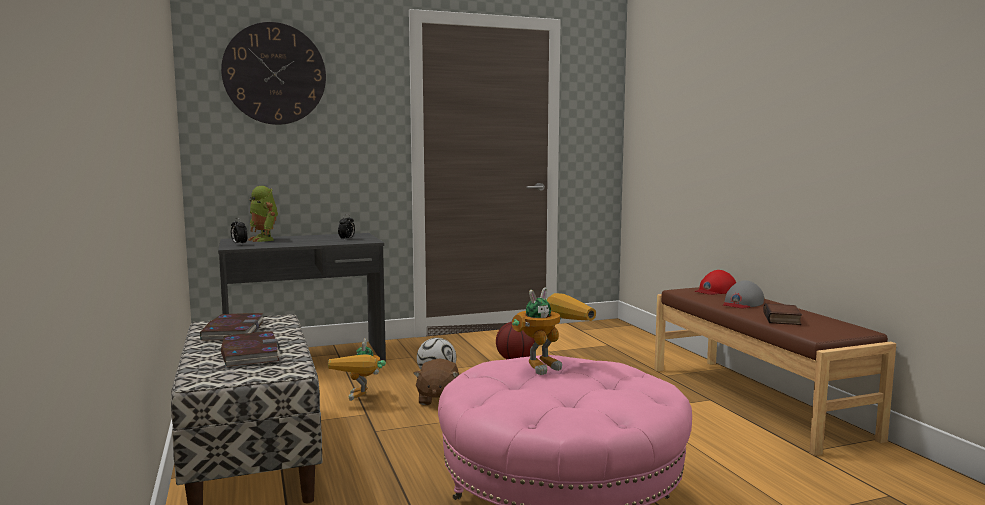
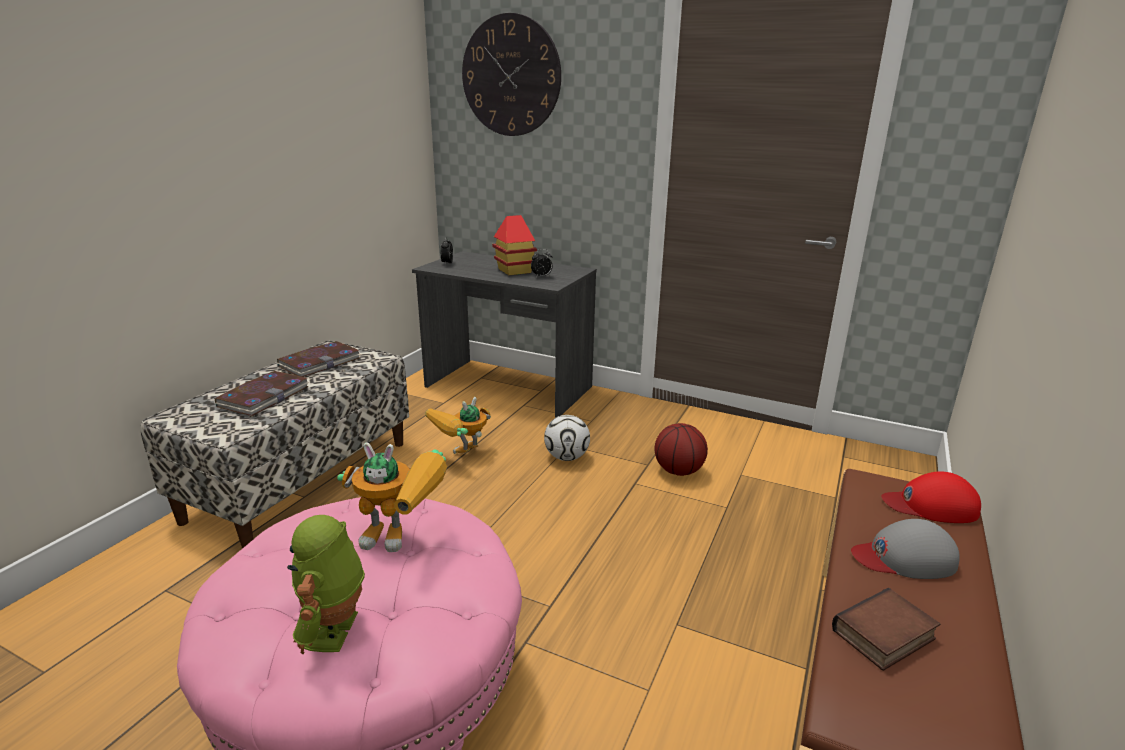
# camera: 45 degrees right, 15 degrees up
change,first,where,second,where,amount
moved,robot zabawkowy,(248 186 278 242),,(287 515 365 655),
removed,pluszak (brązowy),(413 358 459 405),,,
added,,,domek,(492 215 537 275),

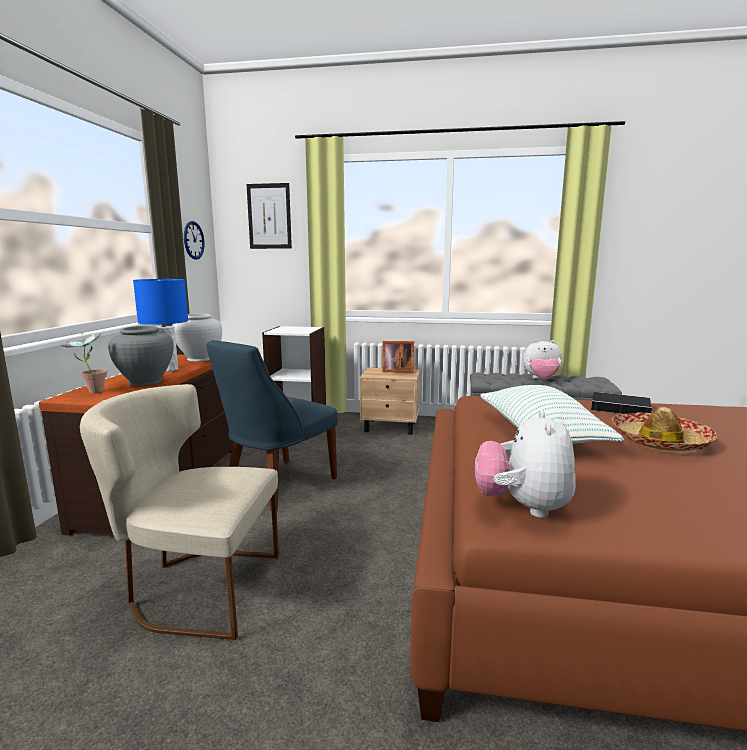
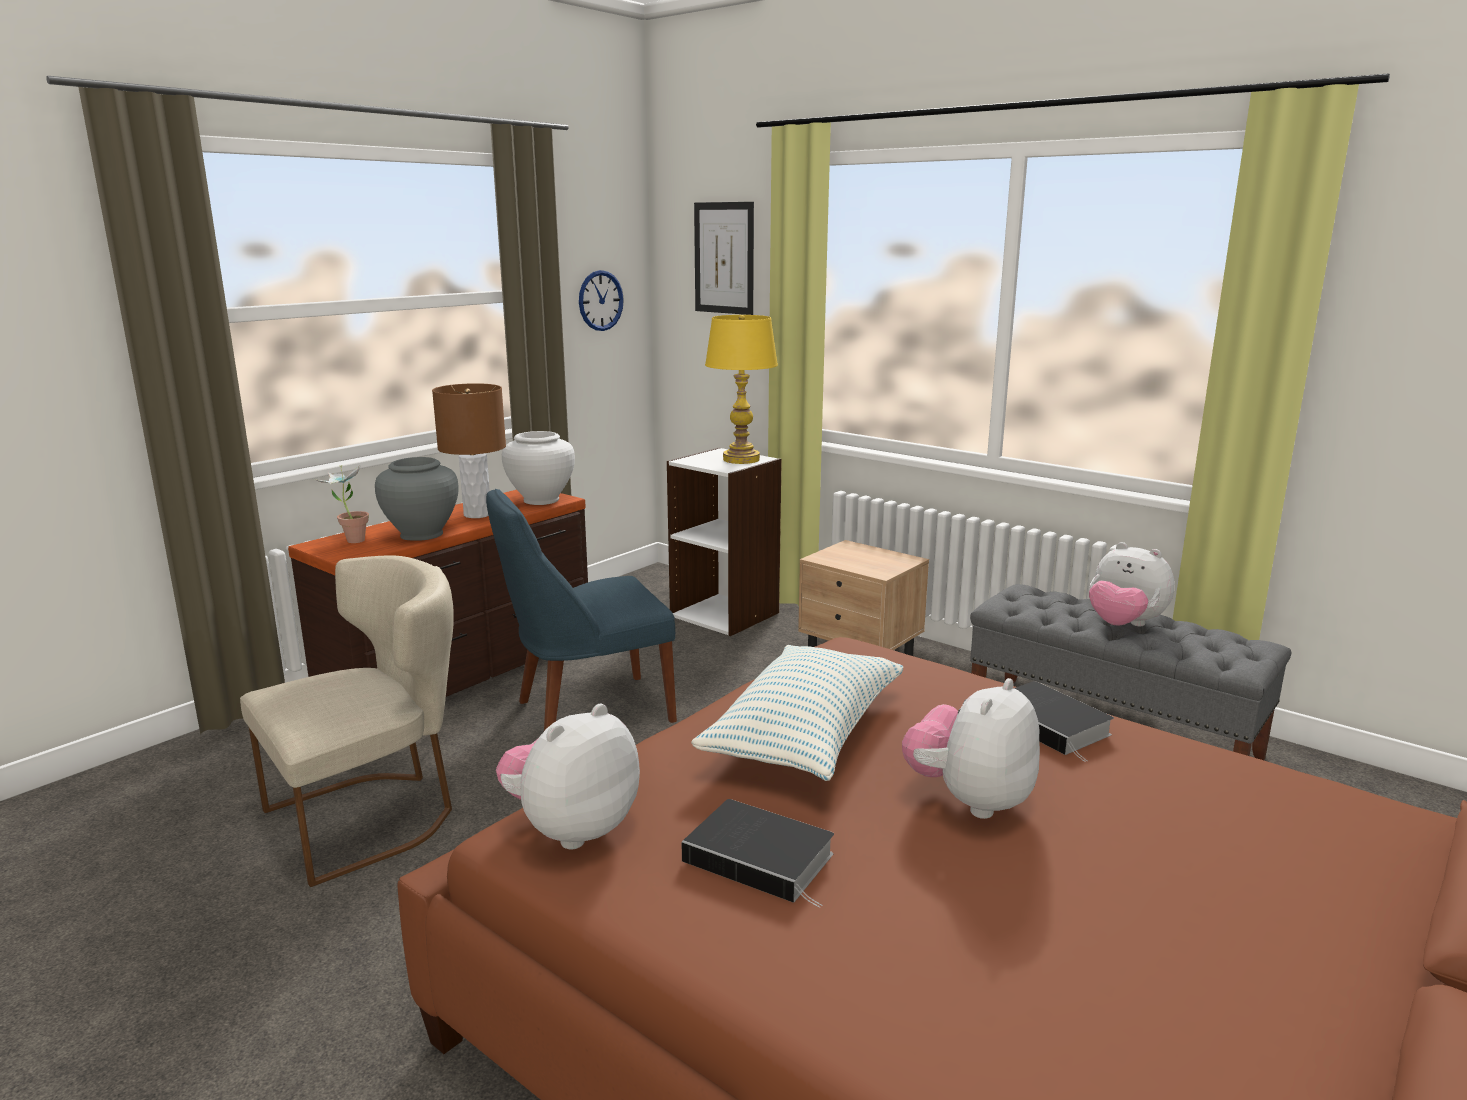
# camera: 30 degrees right, 5 degrees up
change,first,where,second,where,amount
recoloured,lampa stołowa (niebieski),(133 279 188 372),lampa stołowa (brązowy),(432 383 506 518),
removed,ramka na zdjęcie,(382 341 414 373),,,
turned,krzesło (beżowy),(80 384 279 640),,(240 555 454 887),105 degrees clockwise
replaced,kapelusz,(612 407 718 451),pluszak,(902 678 1040 819),
added,,,lampa stołowa (żółty),(705 315 778 464),
added,,,książka,(681 799 834 907),

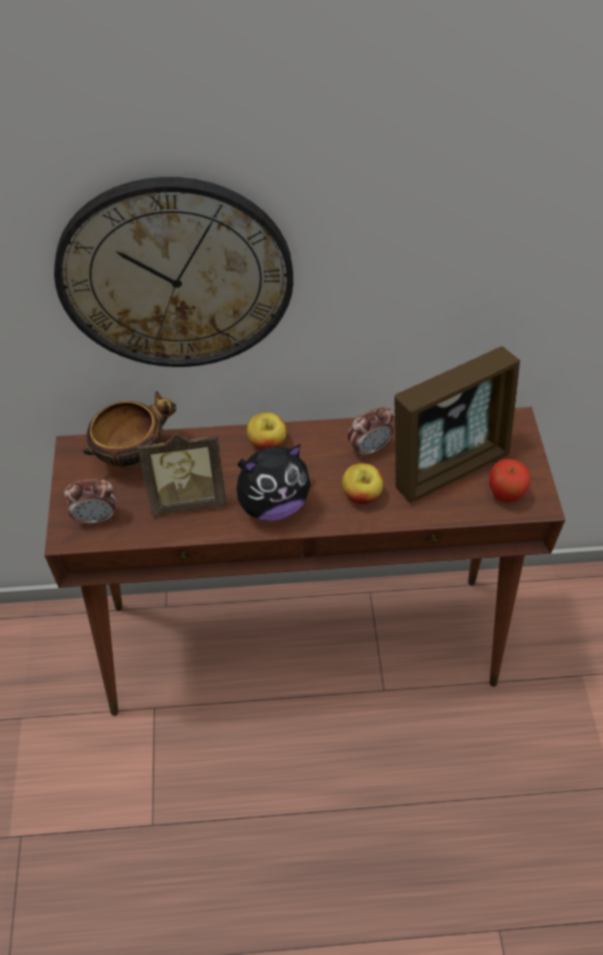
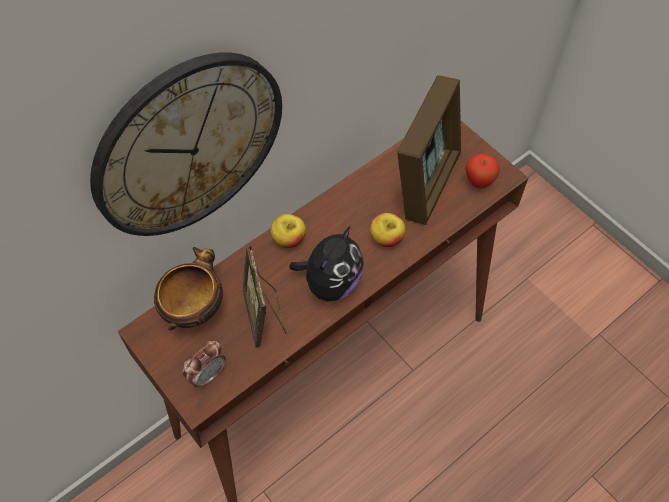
# camera: 35 degrees left, 5 degrees up
change,first,where,second,where,amount
removed,budzik,(348 407 394 458),,,
turned,ramka na zdjęcie,(137 434 226 515),,(242 245 287 347),120 degrees clockwise

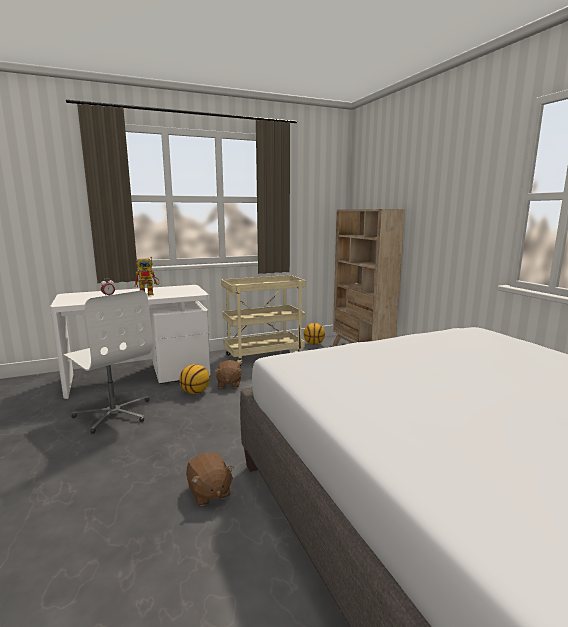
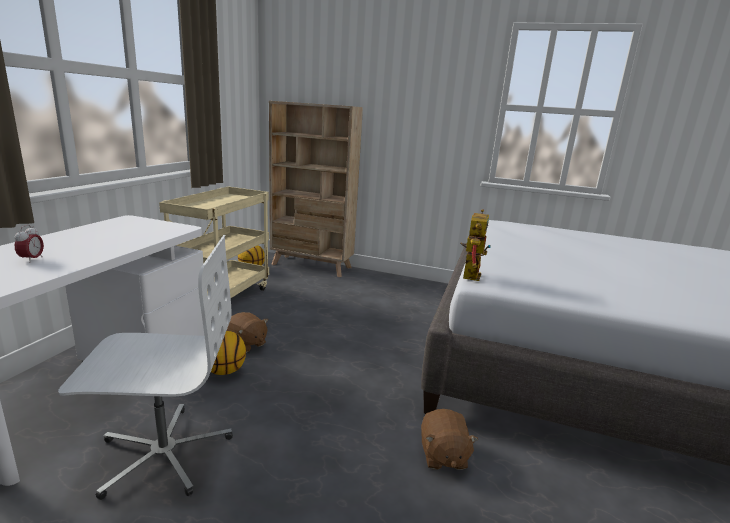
# camera: 50 degrees left, 5 degrees up
change,first,where,second,where,amount
moved,robot zabawkowy,(134 257 159 295),,(460 209 491 281),
turned,pluszak (brązowy),(186 453 234 506),,(421 409 478 470),75 degrees clockwise

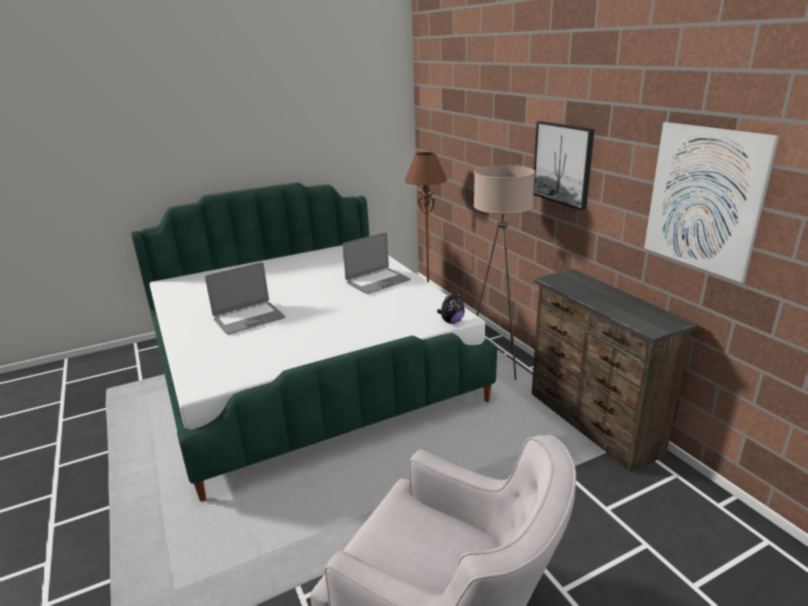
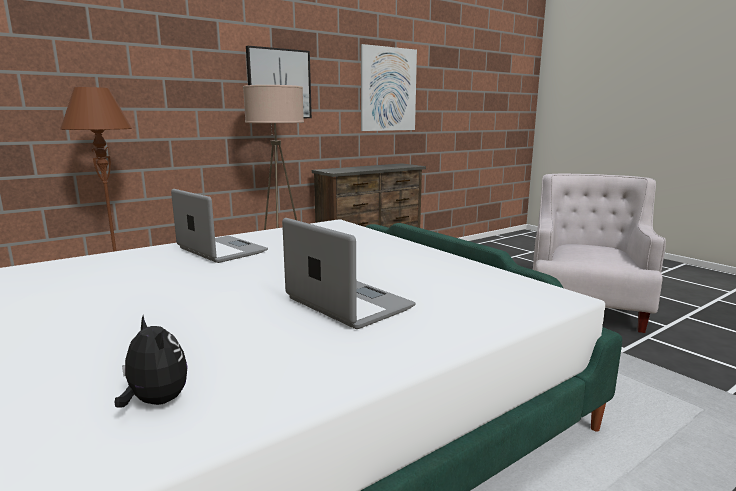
# camera: 100 degrees left, 10 degrees down
change,first,where,second,where,amount
moved,pluszak,(437 291 465 324),,(114 316 188 408),

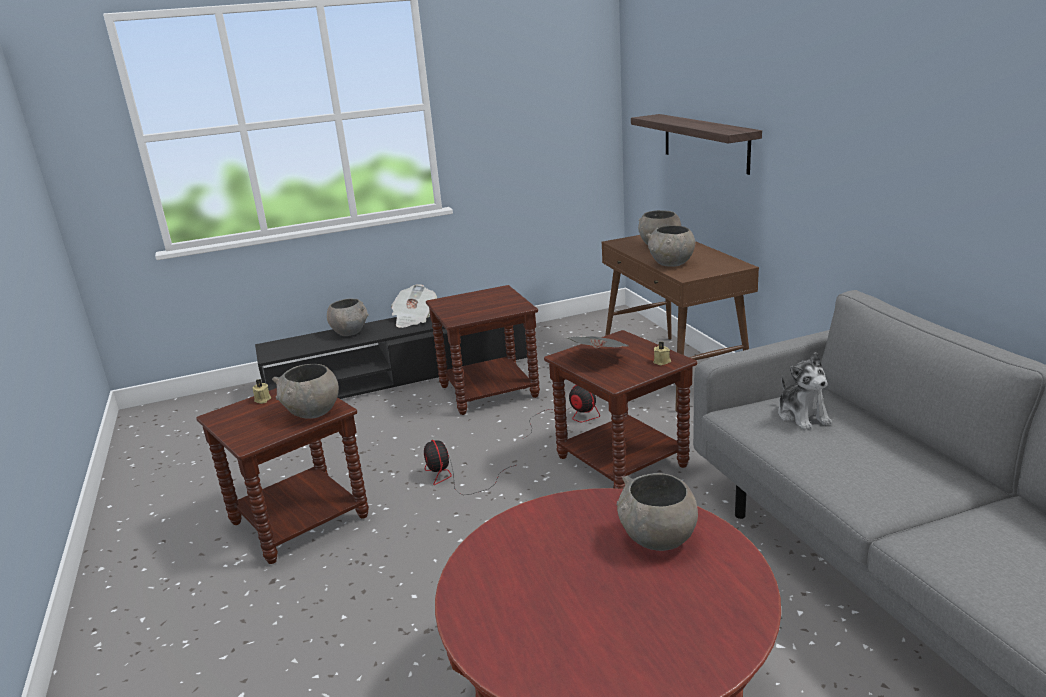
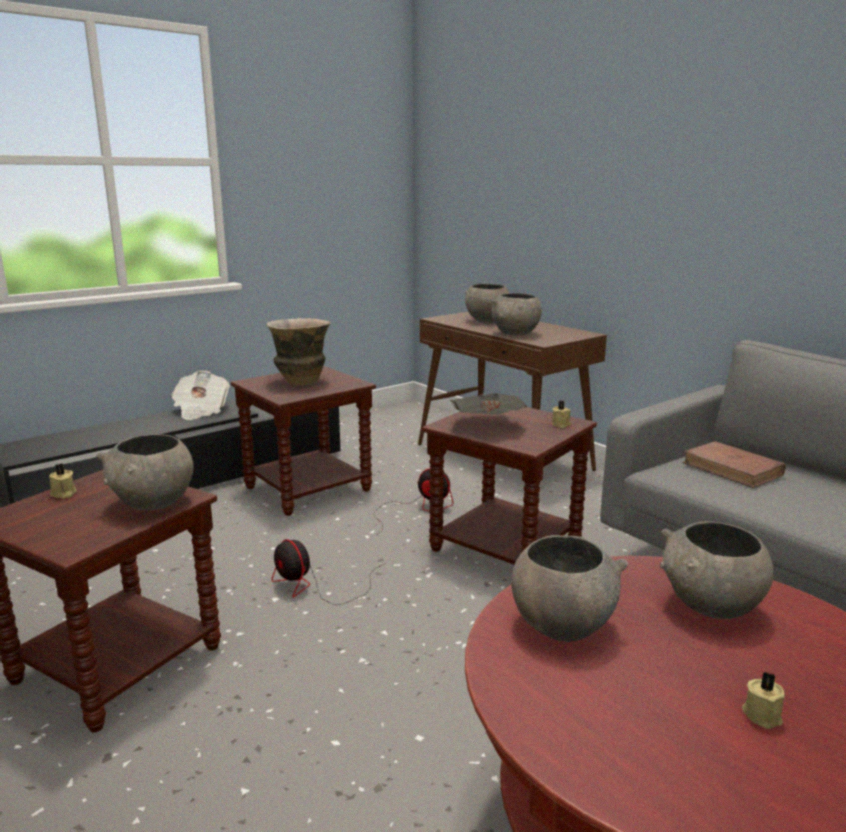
# camera: 20 degrees left, 5 degrees down
change,first,where,second,where,amount
removed,półka,(631 114 762 175),,,
moved,miska (szary),(327 298 369 336),,(511 535 628 642),
replaced,pluszak,(778 352 832 430),książka (brązowy),(682 441 786 488),
added,,,wazon,(266 318 331 385),
added,,,świeca (beżowy),(742 671 785 729),

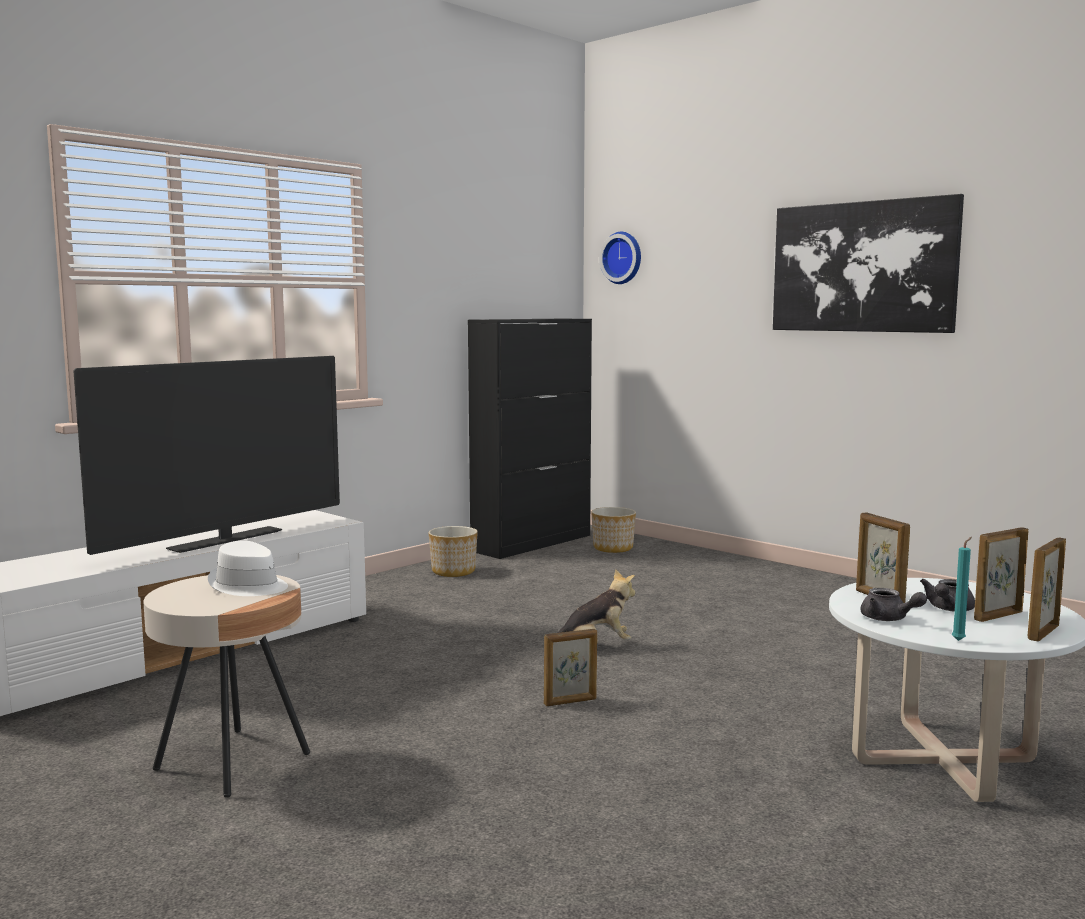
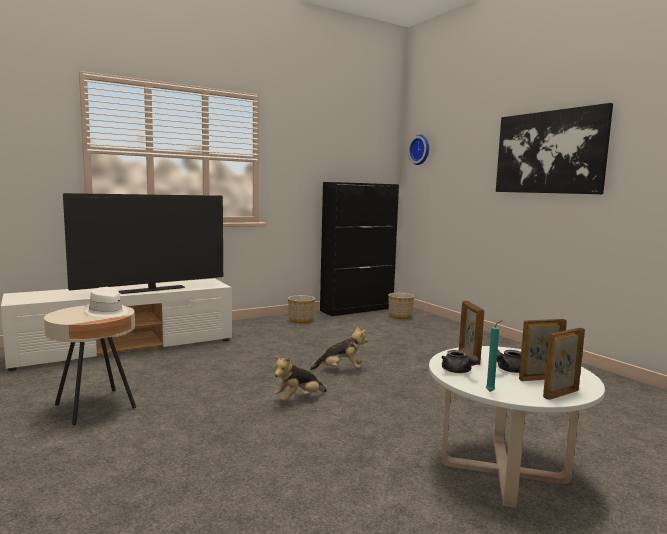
# camera: 15 degrees right, 0 degrees up
change,first,where,second,where,amount
replaced,ramka na zdjęcie,(544 629 597 706),pluszak,(274 356 327 401),

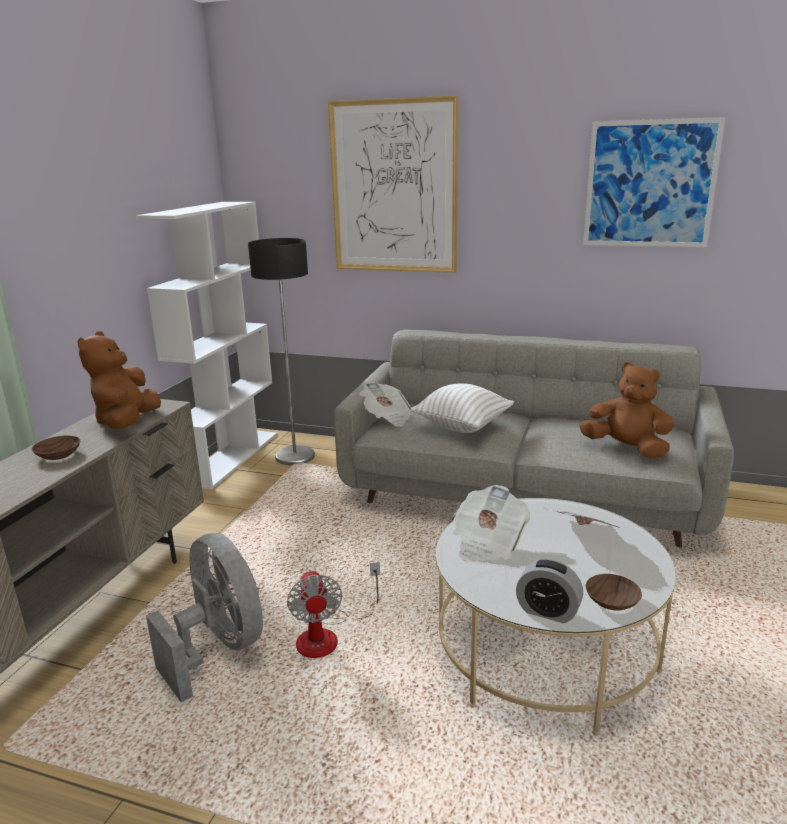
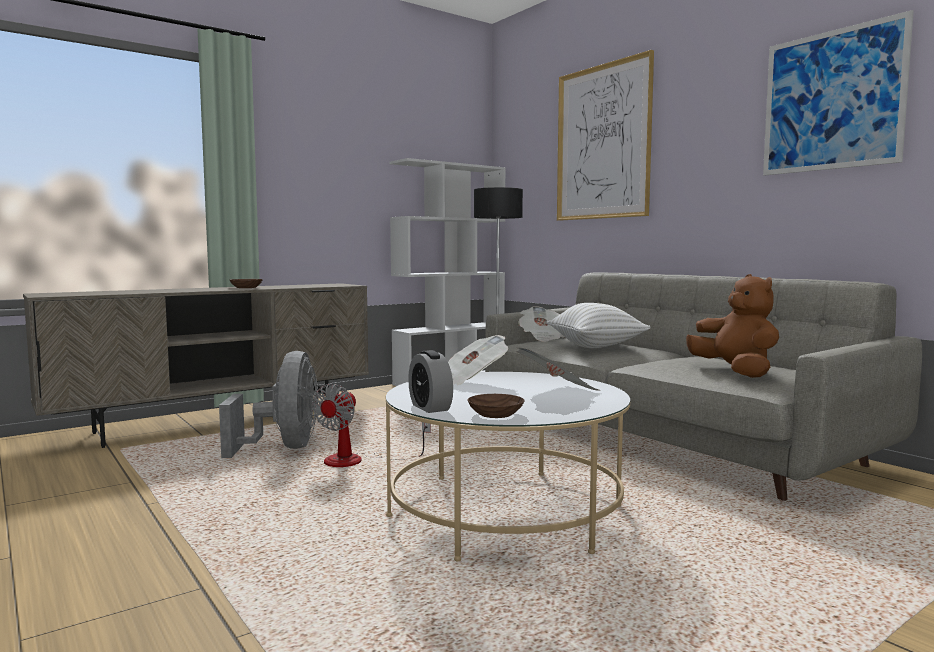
# camera: 35 degrees right, 15 degrees down
change,first,where,second,where,amount
removed,pluszak (brązowy),(77 331 161 429),,,

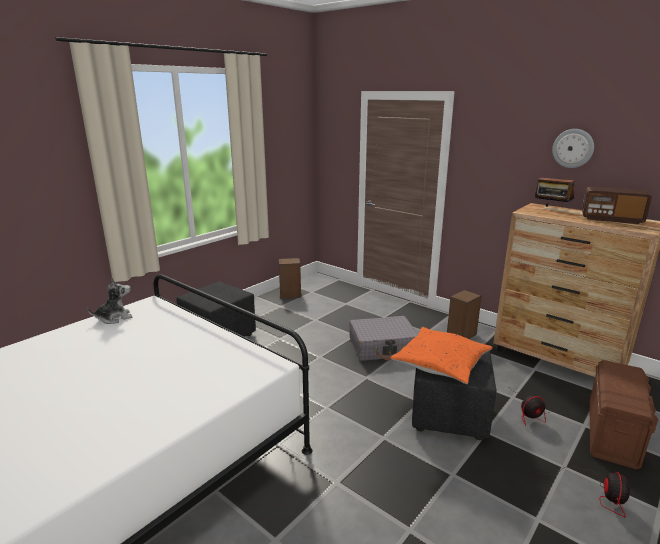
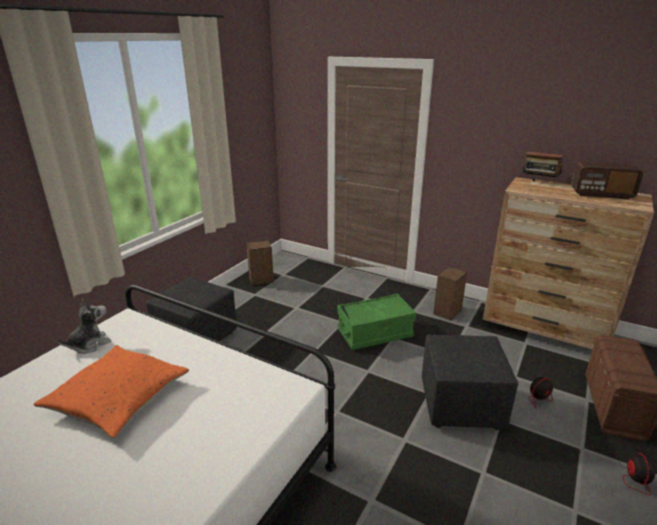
# camera: 10 degrees left, 5 degrees up
change,first,where,second,where,amount
removed,zegar ścienny,(552 129 594 168),,,
replaced,walizka (szary),(349 316 418 361),pojemnik do przechowywania (zielony),(337 294 417 350),
moved,poduszka (pomarańczowy),(390 327 492 384),,(34 345 189 439),

